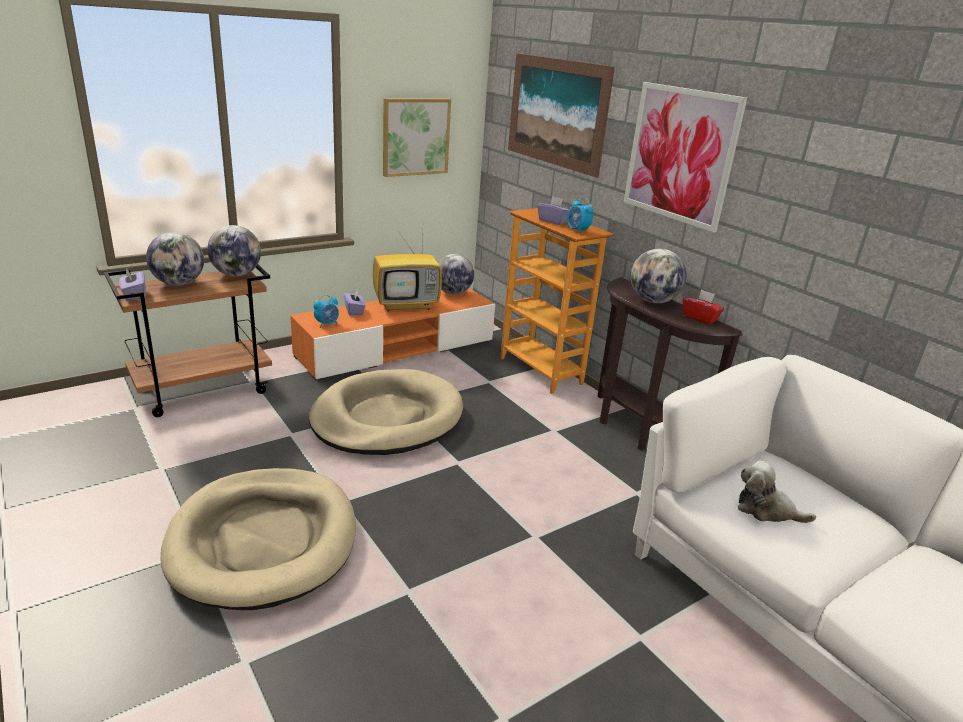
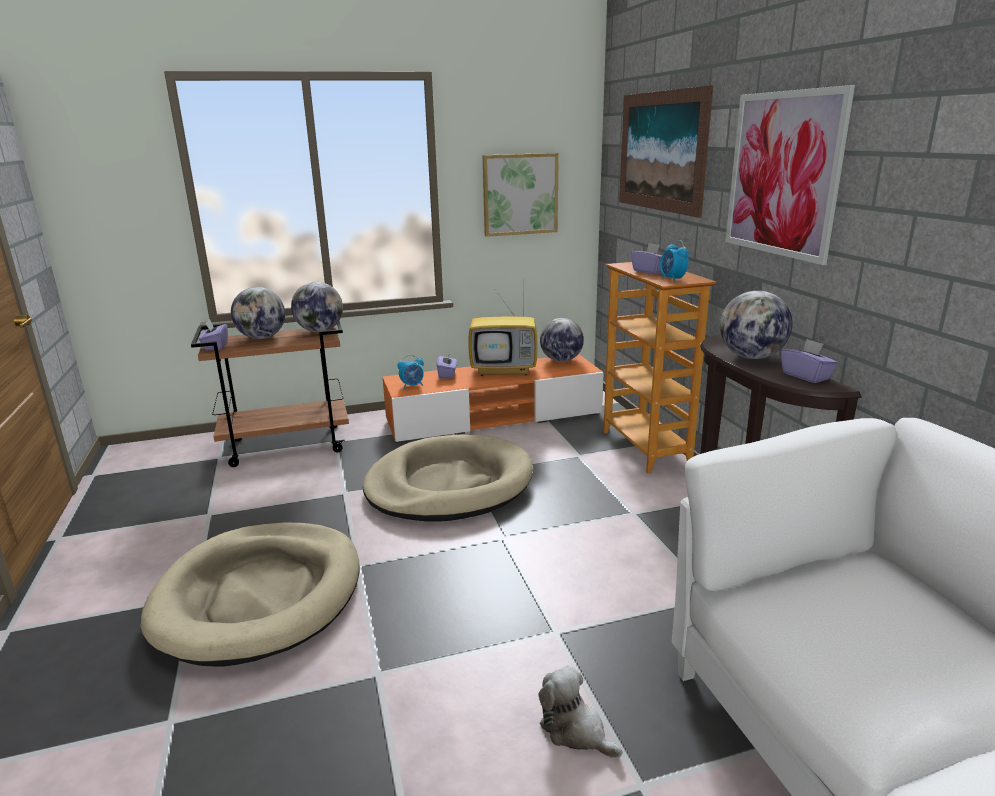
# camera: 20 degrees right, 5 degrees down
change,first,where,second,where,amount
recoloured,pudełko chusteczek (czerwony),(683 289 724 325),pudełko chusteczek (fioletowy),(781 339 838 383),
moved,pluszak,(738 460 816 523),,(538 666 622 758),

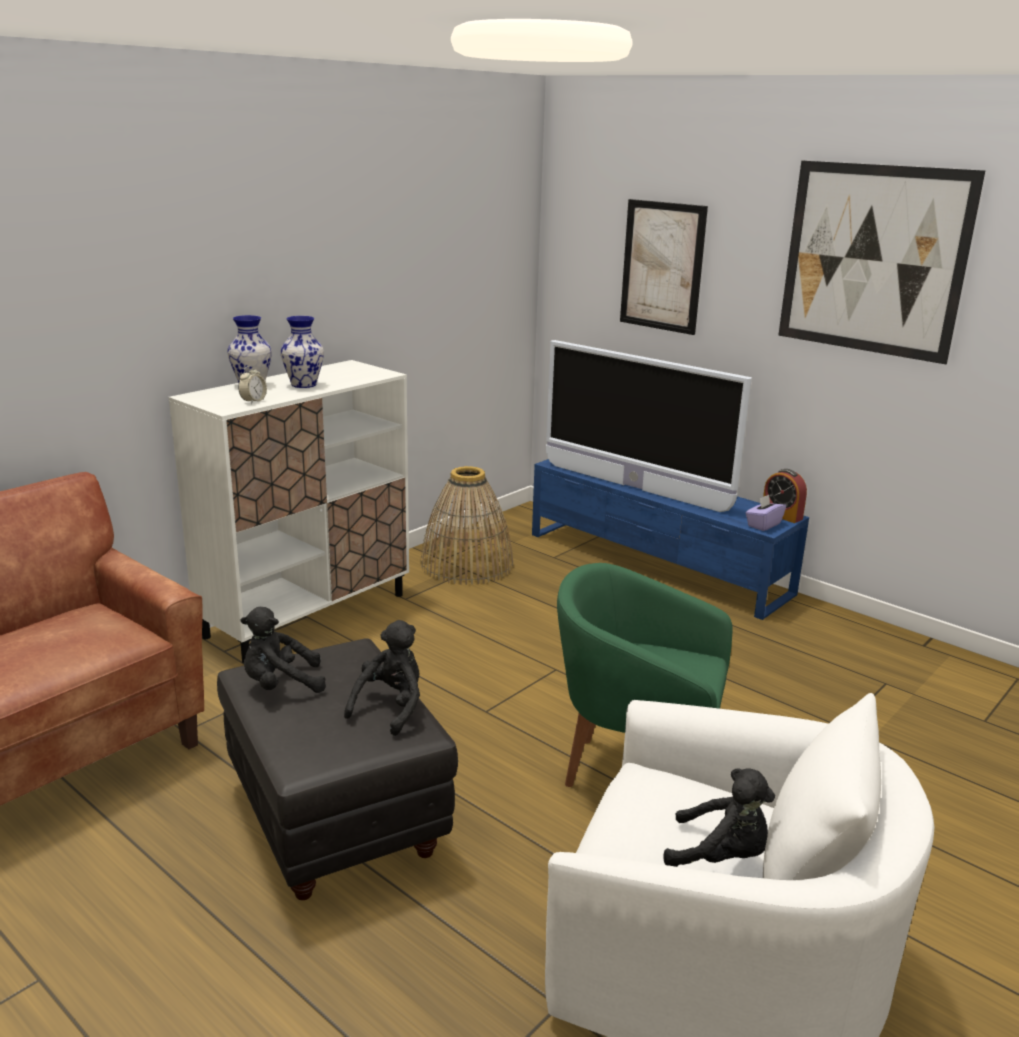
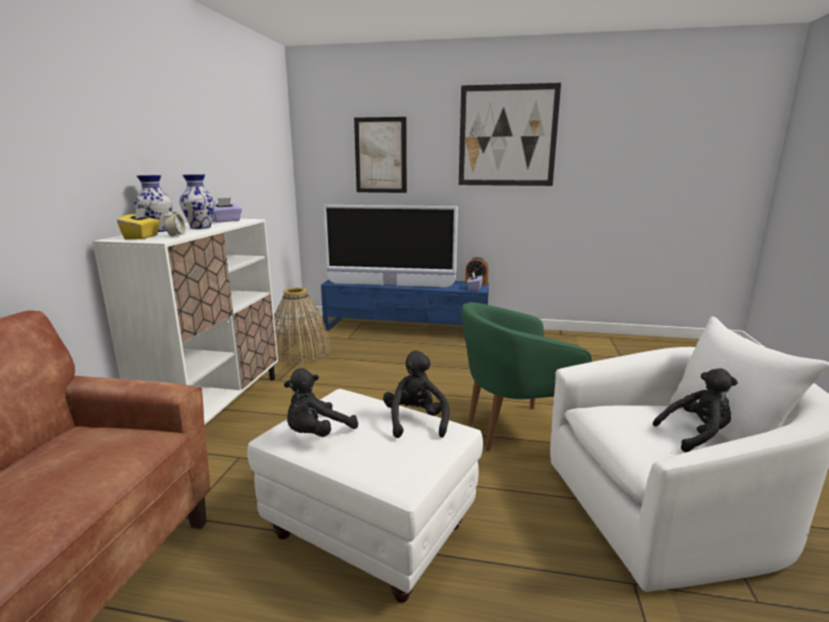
# camera: 30 degrees left, 5 degrees down
change,first,where,second,where,amount
recoloured,pufa (czarny),(217 638 458 900),pufa (biały),(247 389 483 603),
added,,,pudełko chusteczek (fioletowy),(212 198 242 222),
added,,,pudełko chusteczek (żółty),(117 207 160 239),

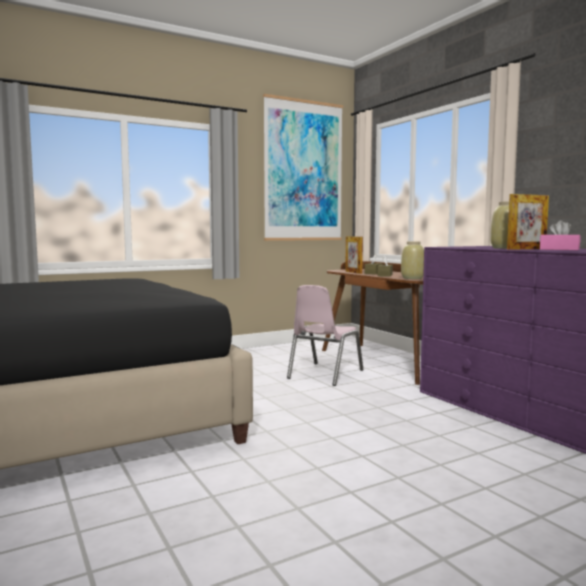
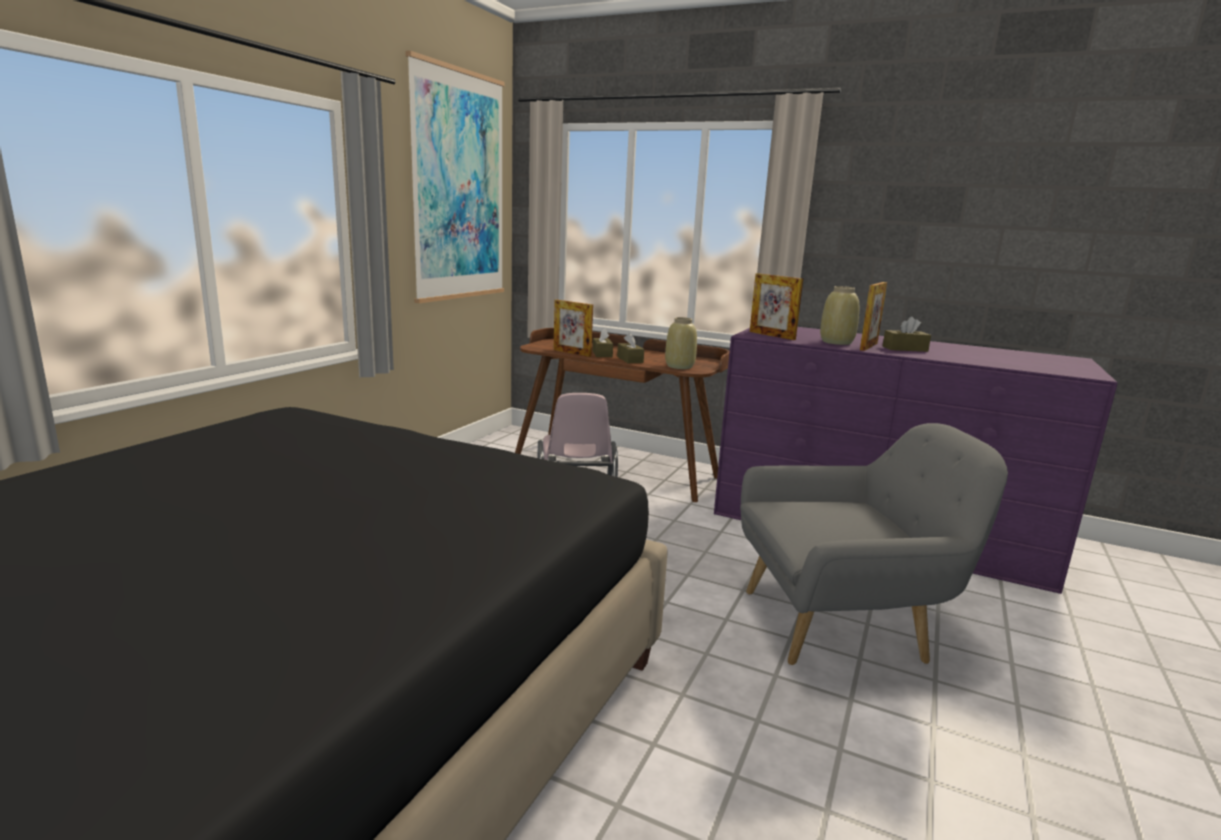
# camera: 35 degrees left, 10 degrees up
change,first,where,second,where,amount
recoloured,pudełko chusteczek (różowy),(540 220 580 250),pudełko chusteczek (brązowy),(883 316 931 352),
added,,,ramka na zdjęcie,(750 273 803 340),
added,,,fotel (szary),(740 423 1008 665),

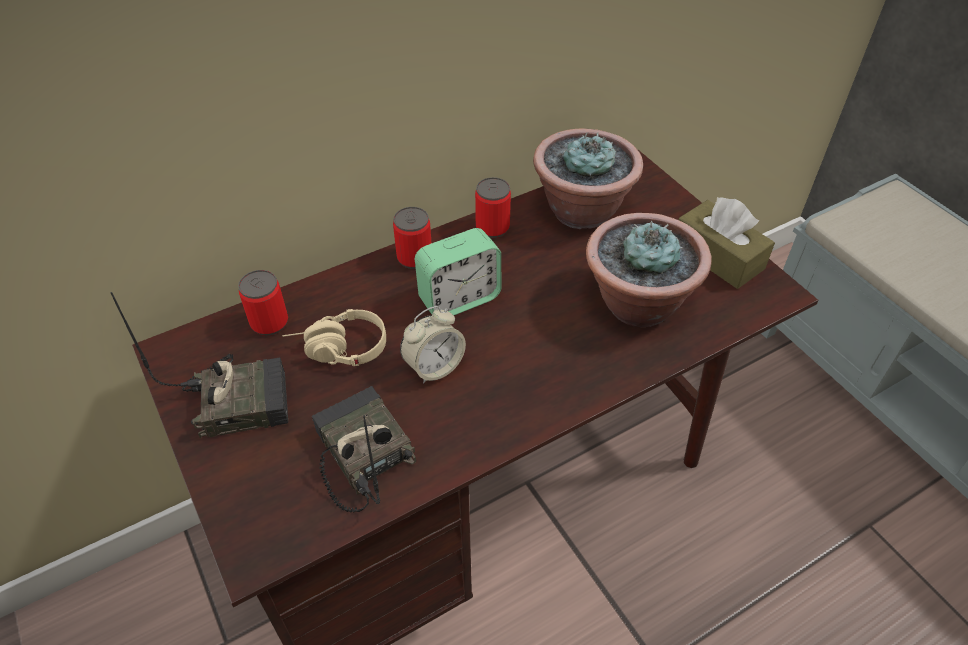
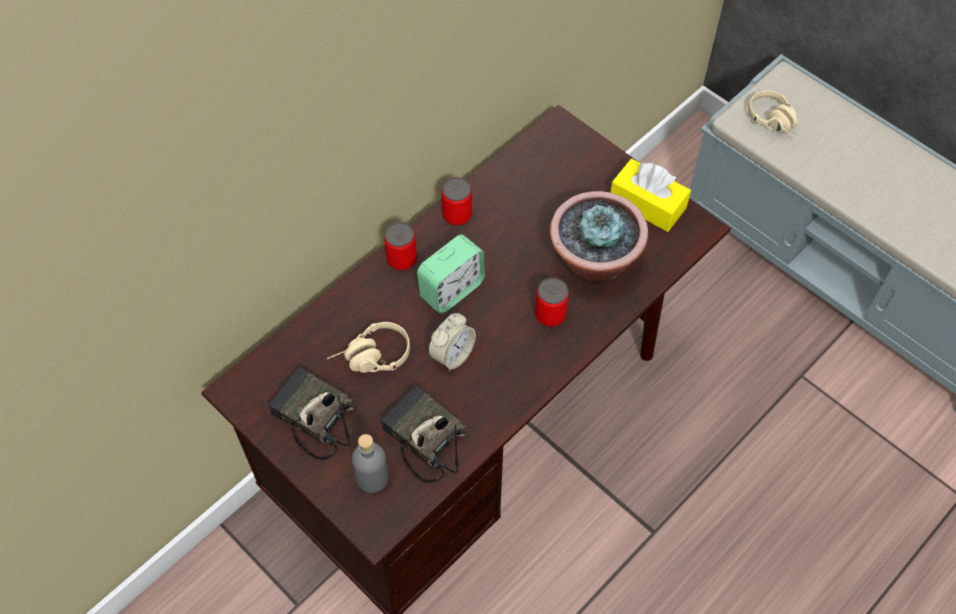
# camera: 15 degrees left, 10 degrees up
change,first,where,second,where,amount
removed,roślina doniczkowa,(533 128 643 230),,,
recoloured,pudełko chusteczek (brązowy),(679 197 775 289),pudełko chusteczek (żółty),(610 159 691 232),
moved,puszka,(238 270 288 336),,(535 277 569 327),
turned,radio,(110 292 288 438),,(268 367 355 460),120 degrees counterclockwise
added,,,słuchawki (beżowy),(748 90 798 139),
added,,,butelka (szary),(352 434 389 493),

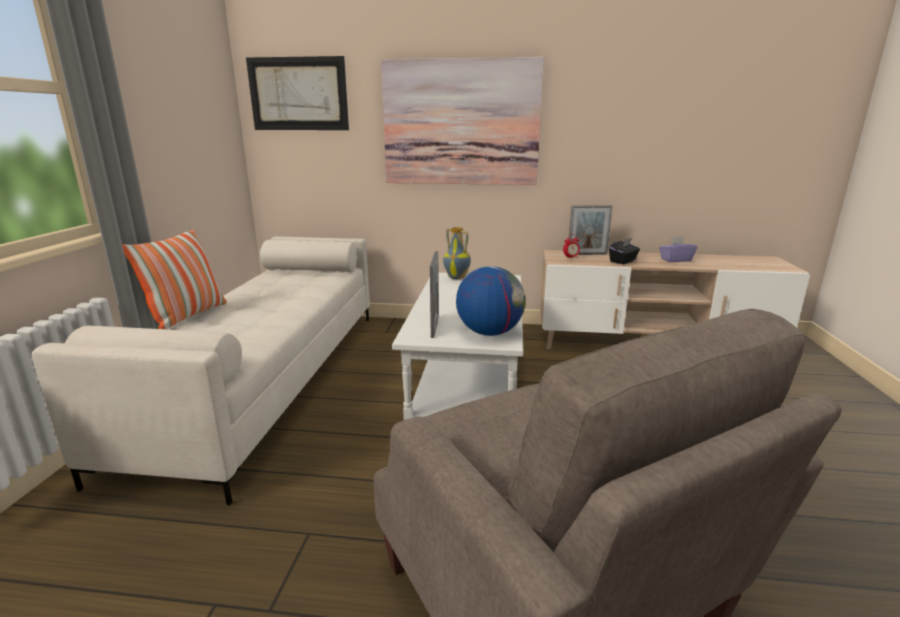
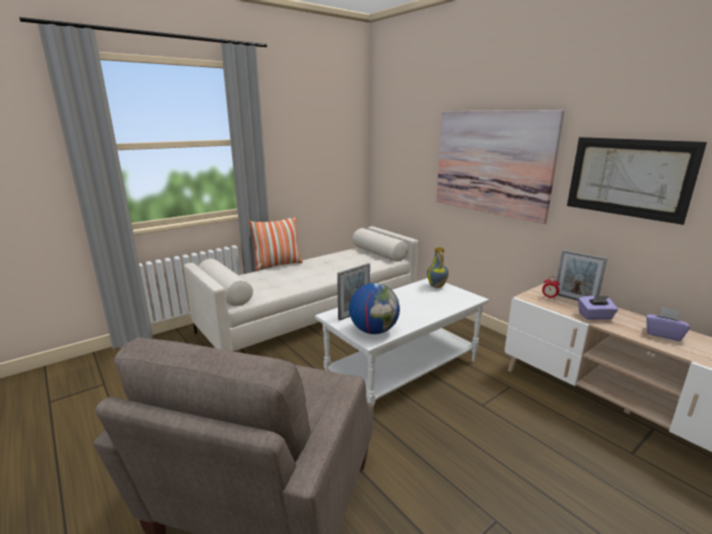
# camera: 45 degrees right, 0 degrees up
change,first,where,second,where,amount
moved,obraz,(246 56 349 130),,(567 137 707 225),
recoloured,pudełko chusteczek (czarny),(609 238 640 264),pudełko chusteczek (fioletowy),(578 296 618 320),

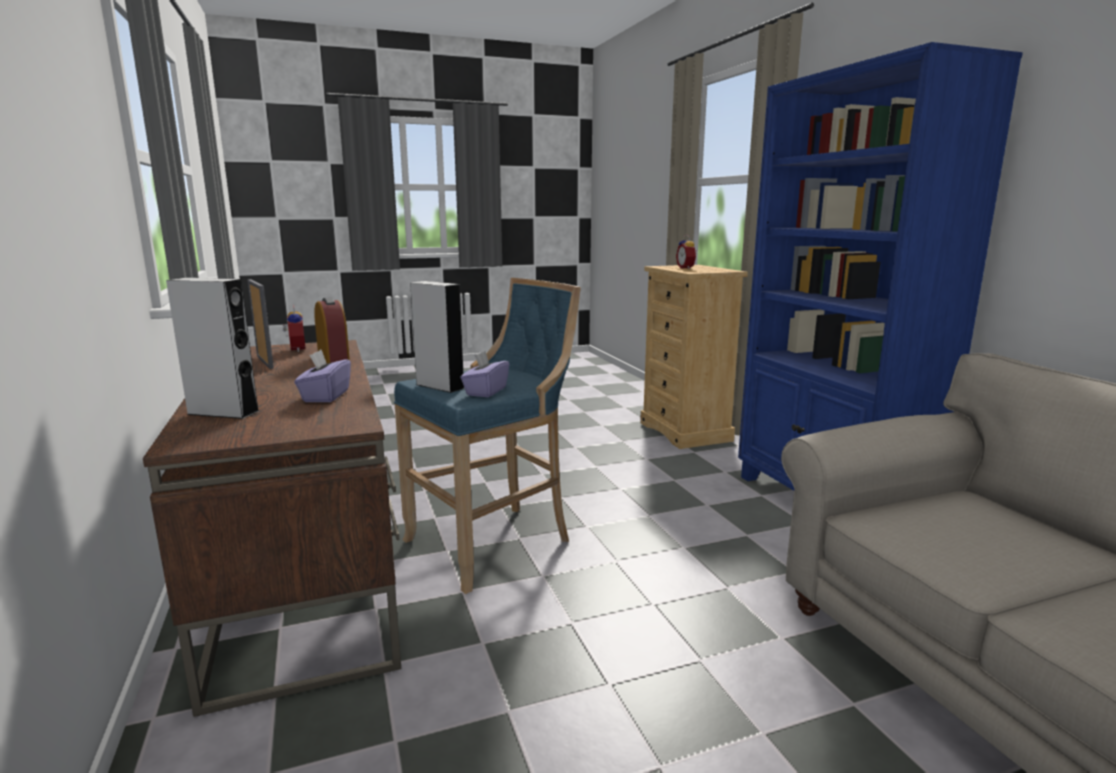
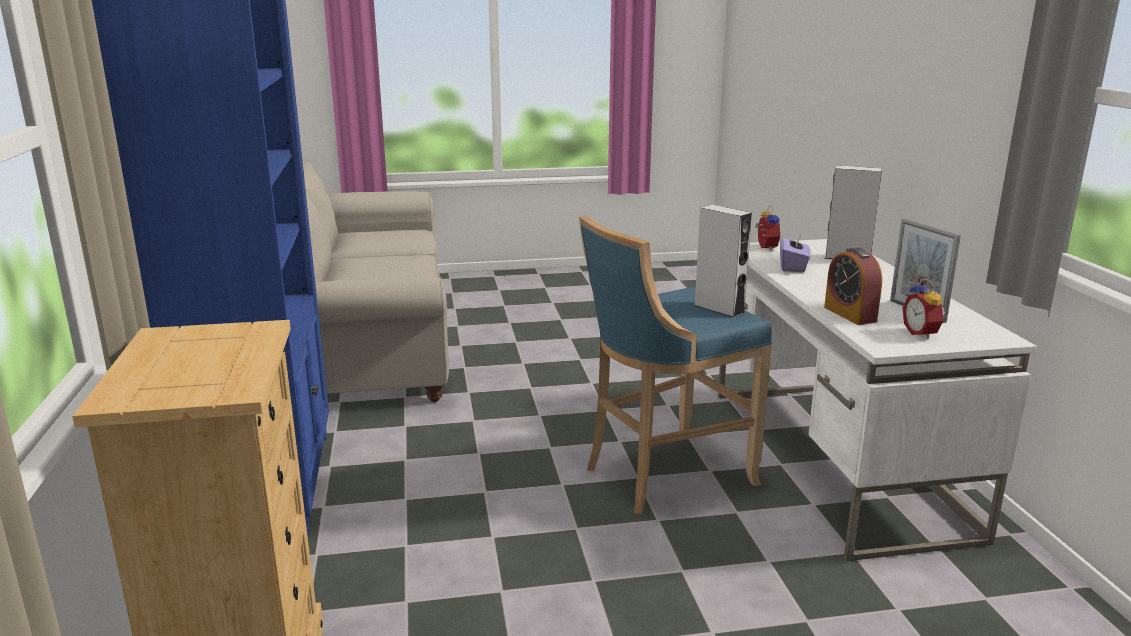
# camera: 170 degrees left, 5 degrees up
change,first,where,second,where,amount
moved,budzik,(676 235 698 269),,(755 205 780 251),
recoloured,biurko (brązowy),(143 340 401 717),biurko (biały),(718 239 1037 561),
removed,pudełko chusteczek (fioletowy),(461 351 509 397),,,

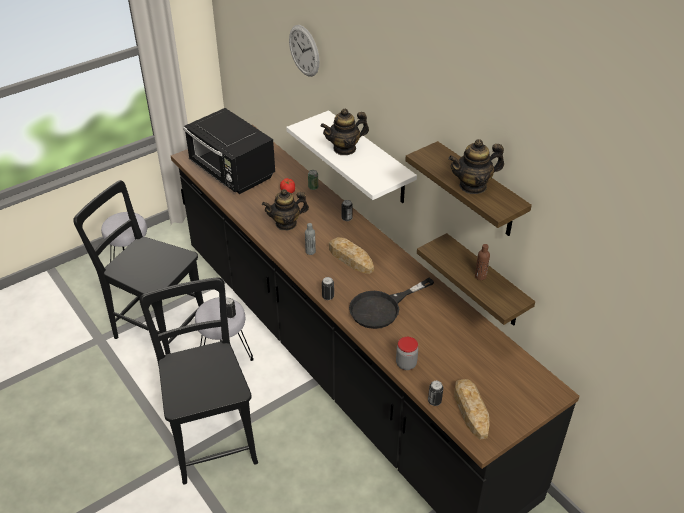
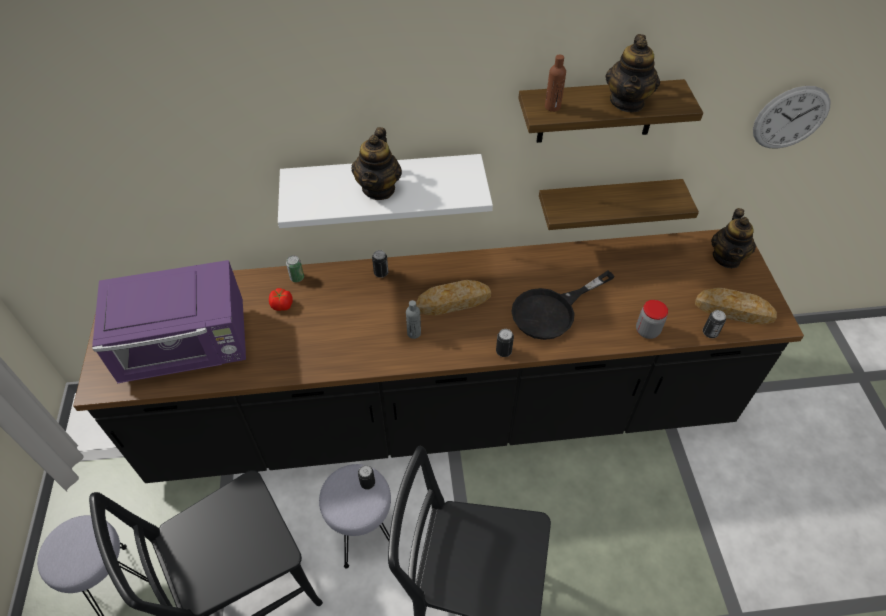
# camera: 60 degrees left, 10 degrees up
change,first,where,second,where,amount
moved,zegar ścienny,(289 25 320 77),,(753 86 831 149),
recoloured,mikrofalówka (czarny),(183 108 275 194),mikrofalówka (fioletowy),(92 260 246 383),
moved,imbryk,(262 189 309 230),,(711 208 756 268),
moved,butelka (brązowy),(475 244 490 280),,(545 55 566 112),
turned,patelnia (czarny),(349 278 434 329),,(512 270 615 340),60 degrees clockwise

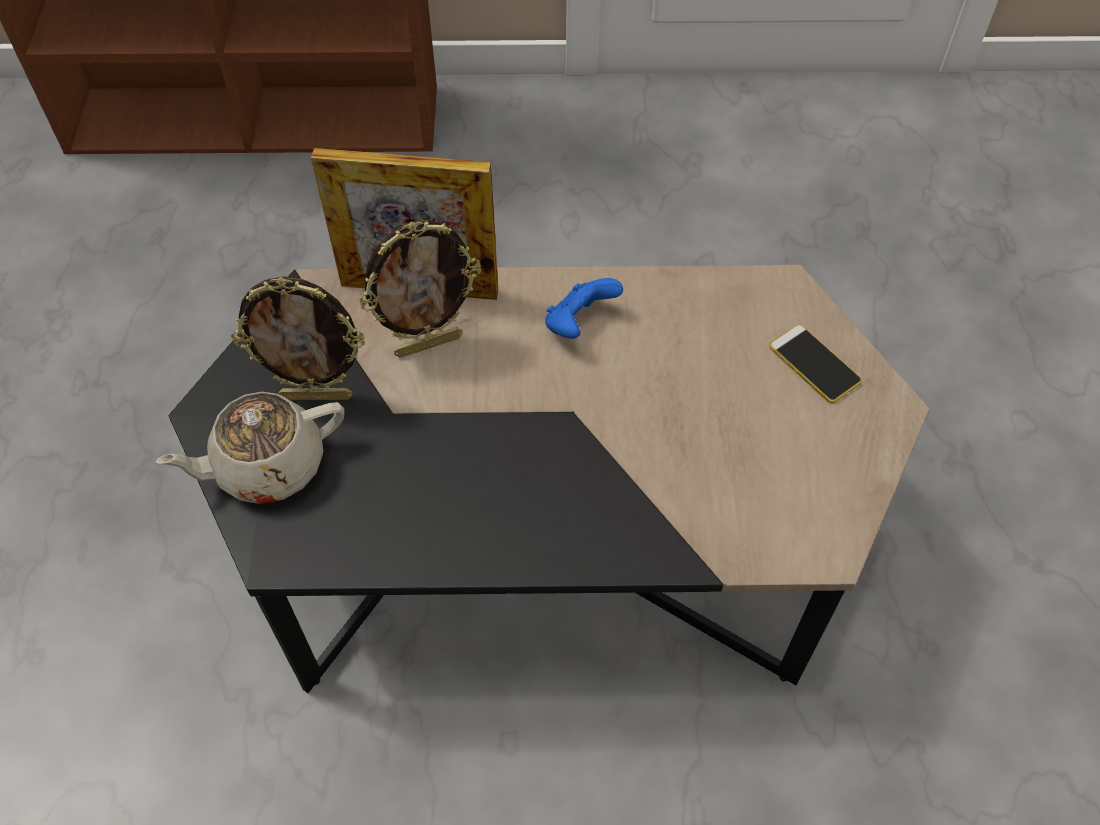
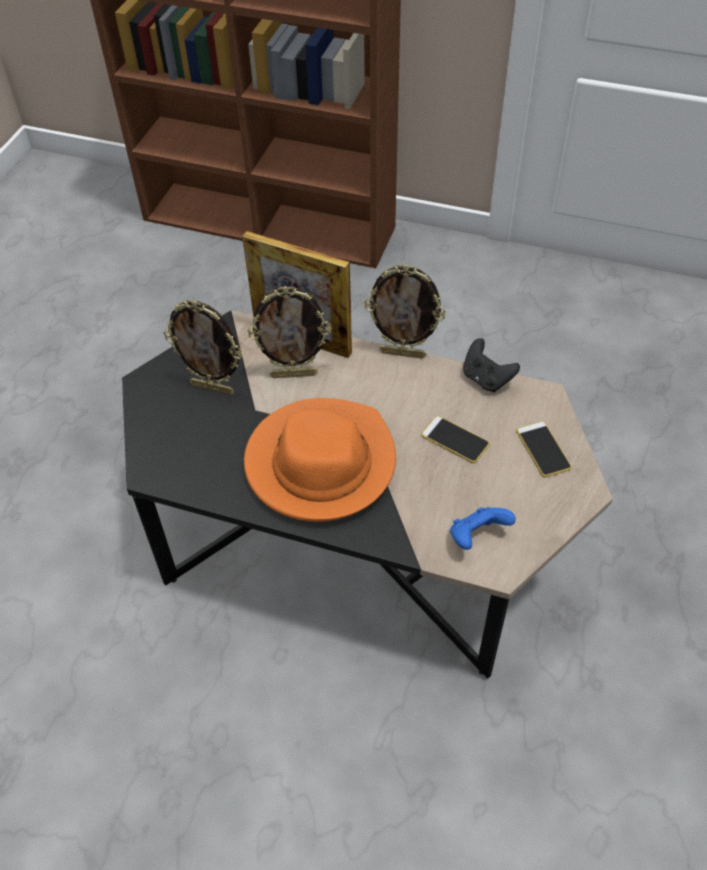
# camera: 20 degrees right, 5 degrees down
change,first,where,second,where,amount
moved,pad do gier (niebieski),(545 278 623 339),,(450 507 516 550),
removed,imbryk (beżowy),(156 392 344 504),,,
added,,,ramka na zdjęcie,(364 264 446 359),
added,,,pad do gier (czarny),(463 338 520 392),
added,,,kapelusz (pomarańczowy),(244 398 396 522),
added,,,telefon,(421 416 490 463),

